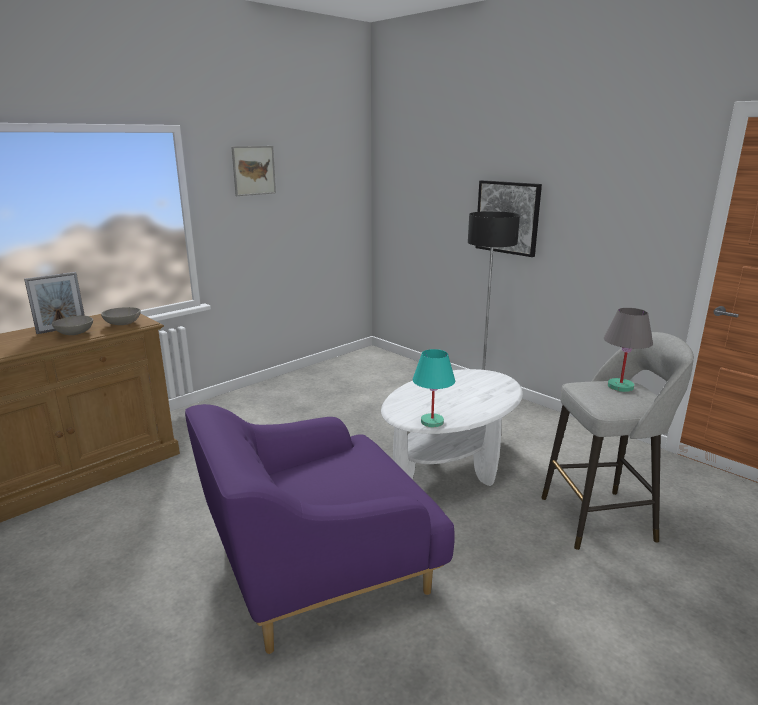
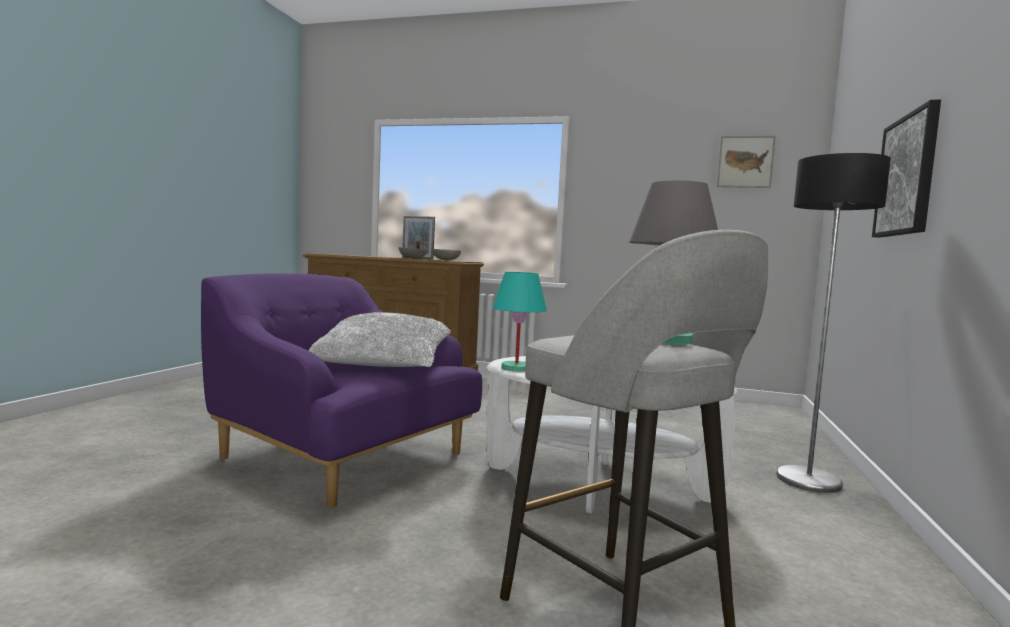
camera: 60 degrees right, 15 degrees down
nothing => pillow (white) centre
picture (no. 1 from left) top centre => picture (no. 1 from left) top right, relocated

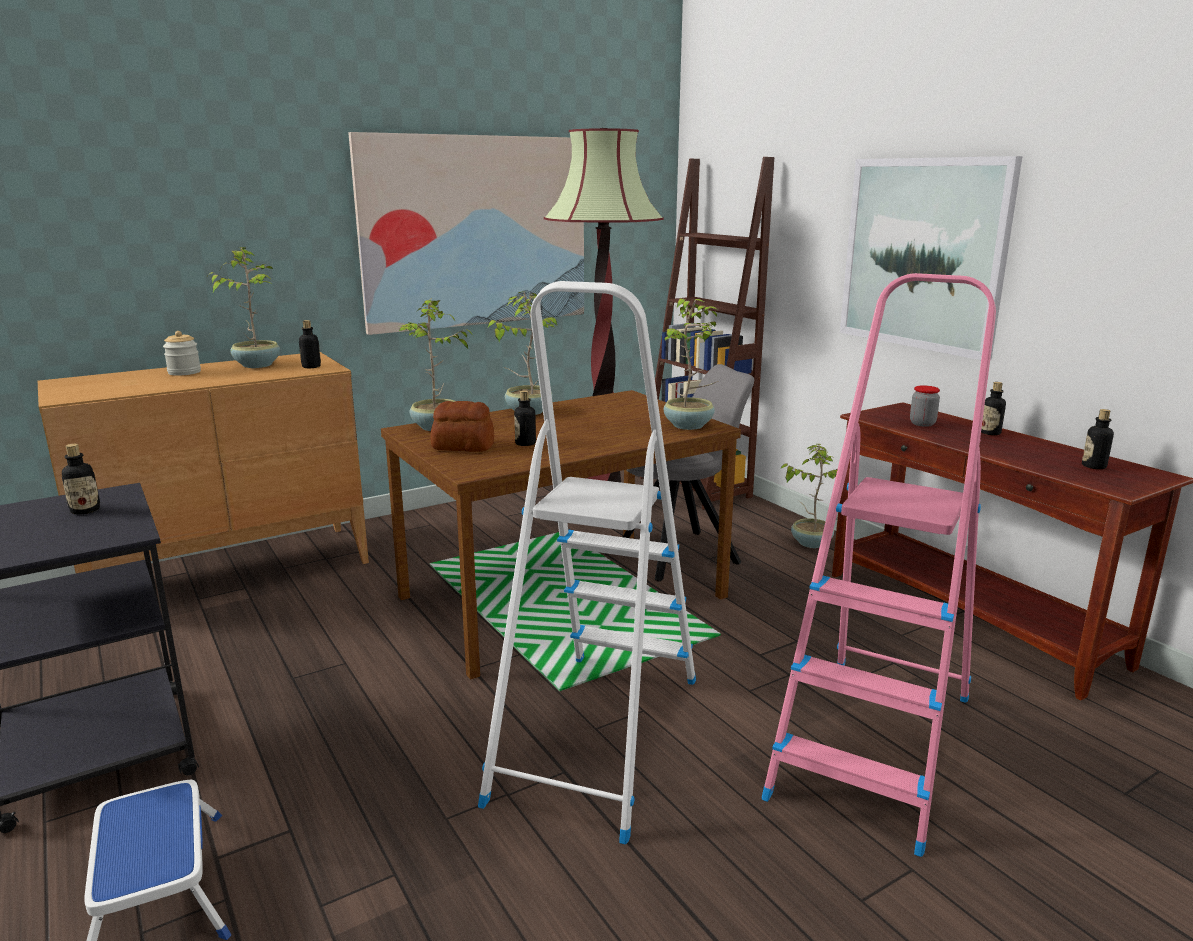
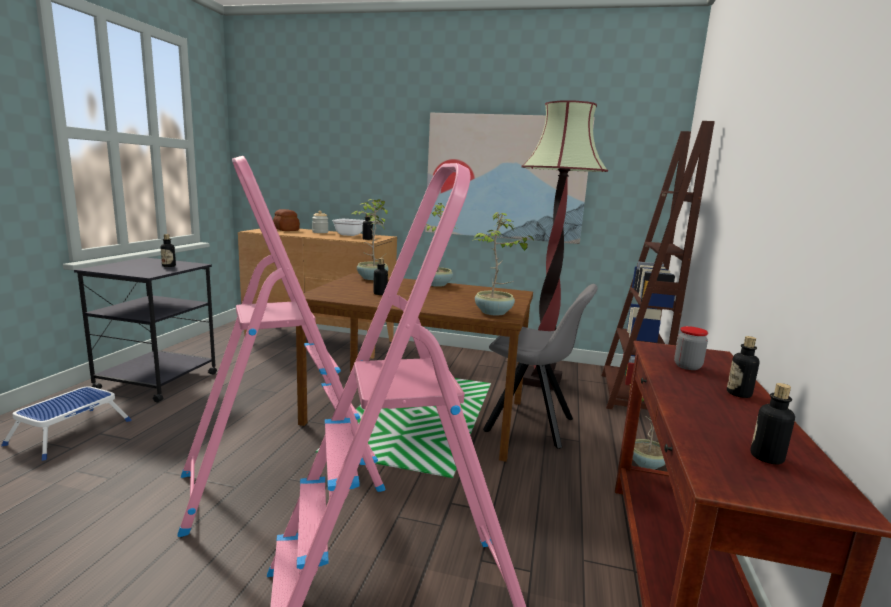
camera: 45 degrees right, 5 degrees down
step ladder (white) centre => step ladder (pink) (no. 1 from left) middle left
bread centre => bread middle left, relocated
potted plant (no. 1 from left) top left => frying pan centre
picture (no. 2 from left) top right => nothing

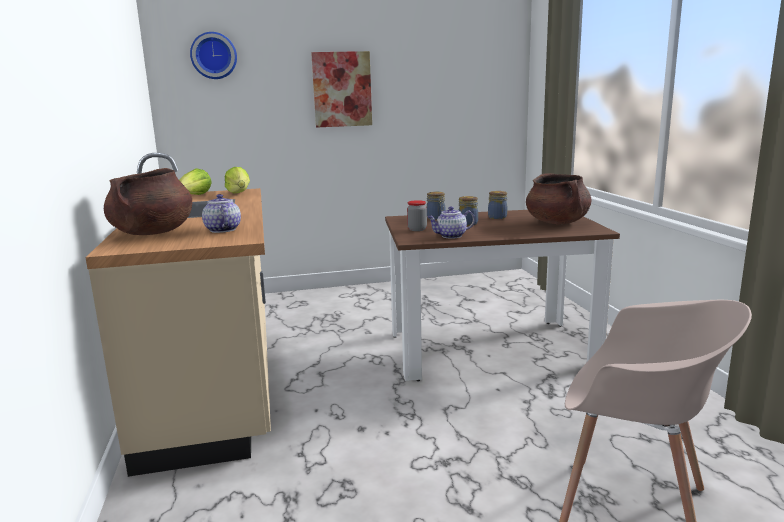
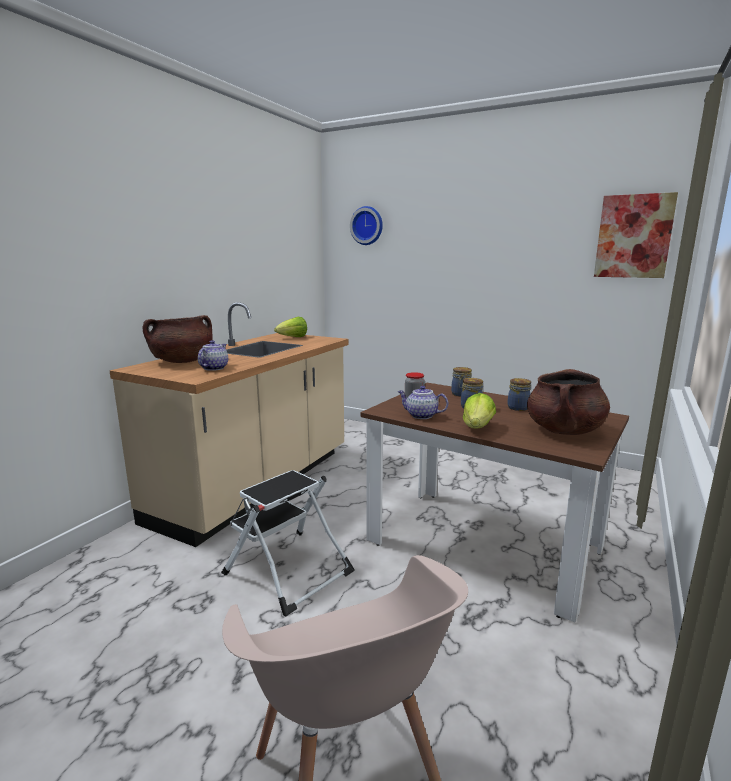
camera: 40 degrees right, 0 degrees up
nothing => step ladder bottom centre
lettuce (no. 2 from left) middle left => lettuce (no. 2 from left) centre, relocated
picture top centre => picture top right, relocated

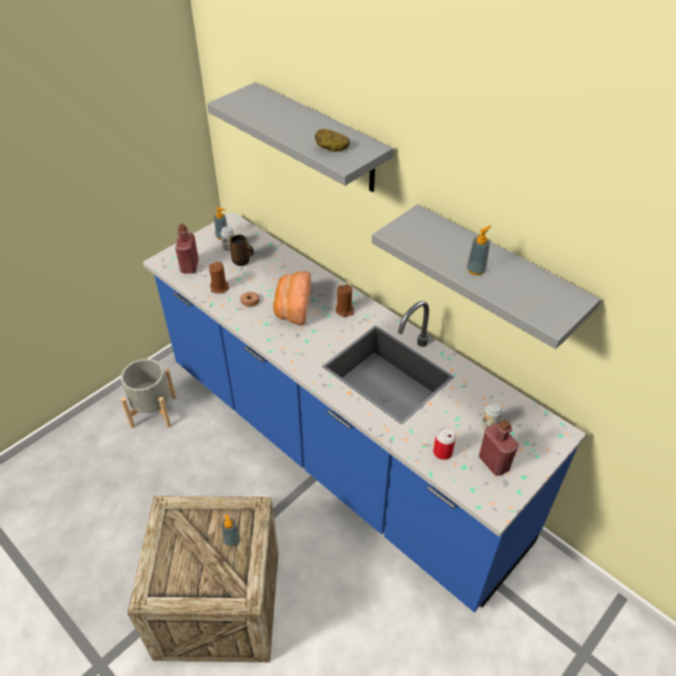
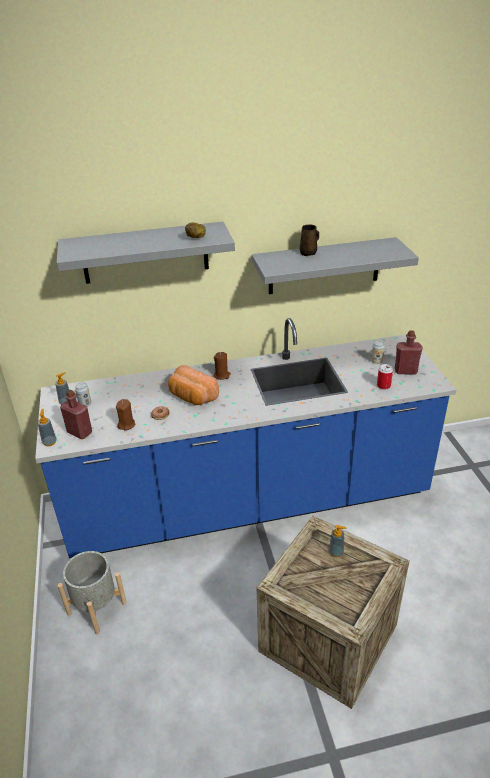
camera: 55 degrees left, 10 degrees down
soap dispenser (no. 3 from left in the first image) middle right => soap dispenser (no. 1 from left) middle left, relocated
mug (brown) centre => mug (brown) top centre, relocated

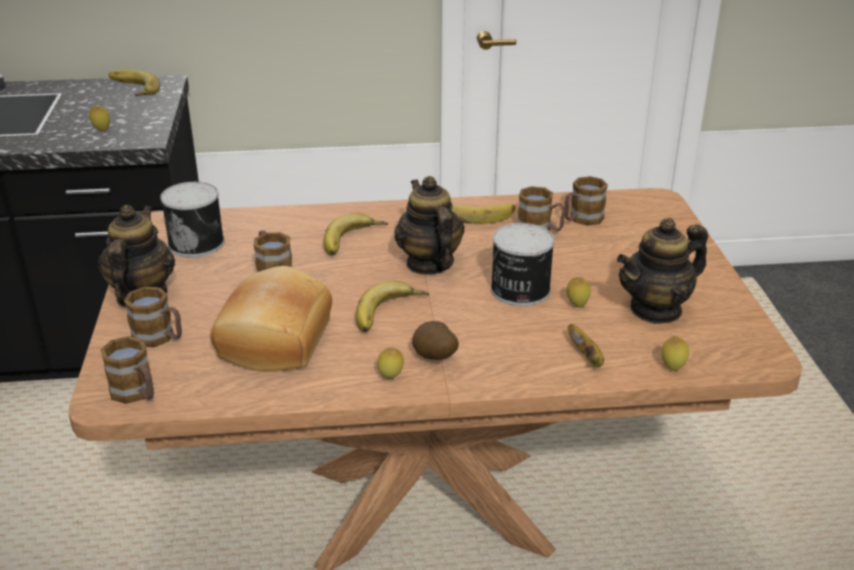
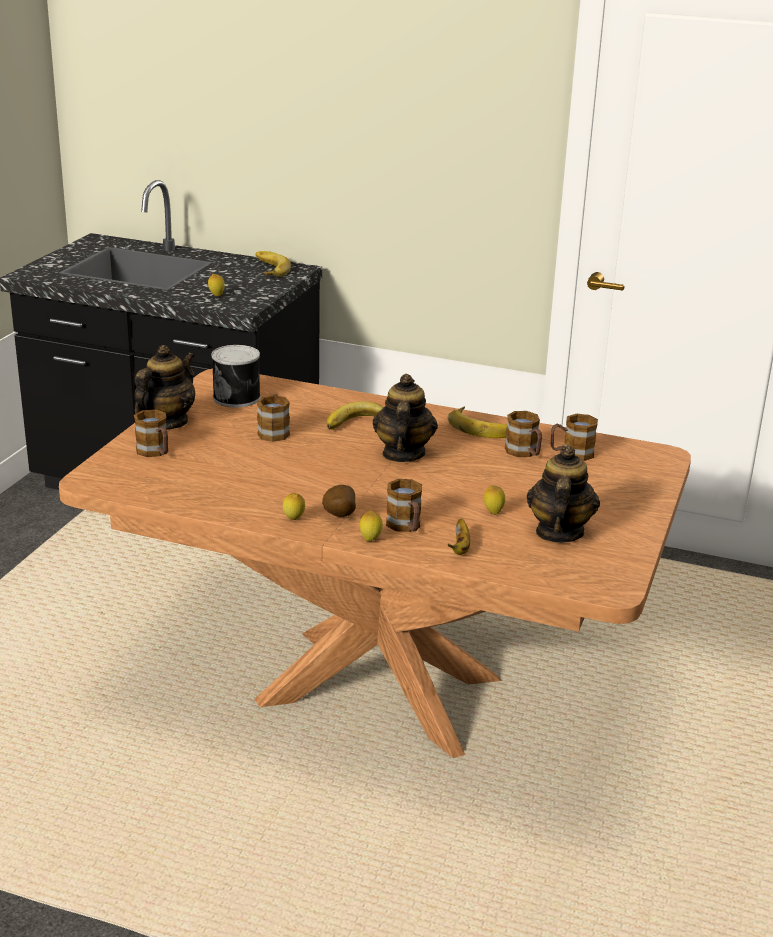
camera: 25 degrees right, 5 degrees down
lemon (no. 4 from left in the first image) middle right => lemon (no. 3 from left) centre, relocated
mug (no. 1 from left in the first image) middle left => mug (no. 3 from left) centre, relocated
teapot (no. 3 from left) middle right, 105 degrees clockwise
bread middle left => nothing
banana (no. 3 from left) centre => nothing
can (no. 2 from left) centre => nothing

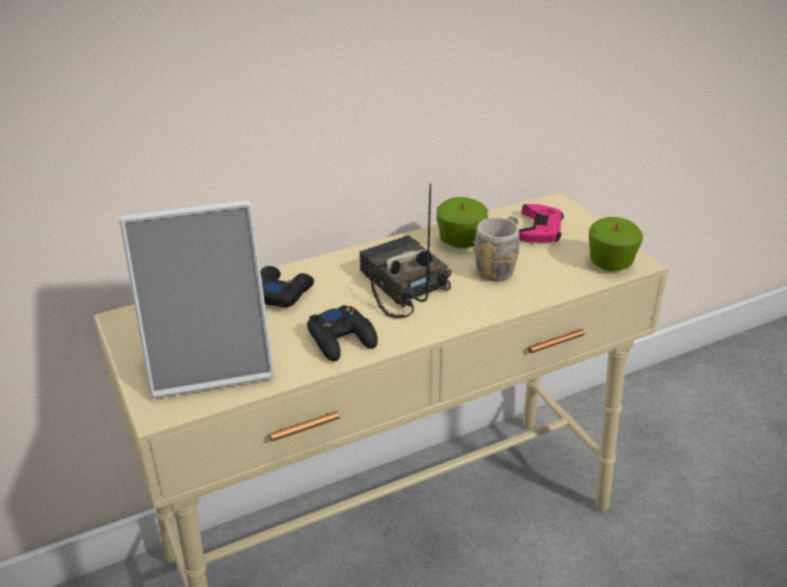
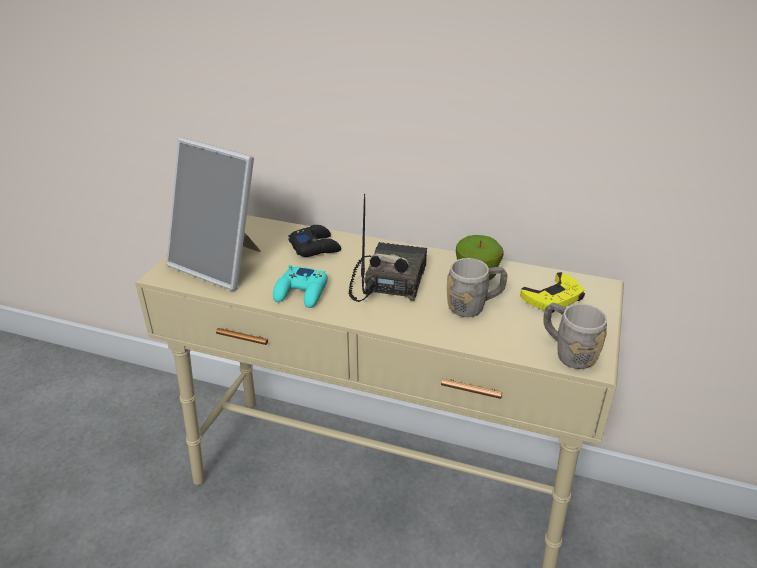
camera: 45 degrees right, 0 degrees up
game controller (black) (no. 2 from left) centre => game controller (turquoise) centre
game controller (pink) middle right => game controller (yellow) middle right
apple (no. 2 from left) middle right => mug (grey) (no. 2 from left) middle right

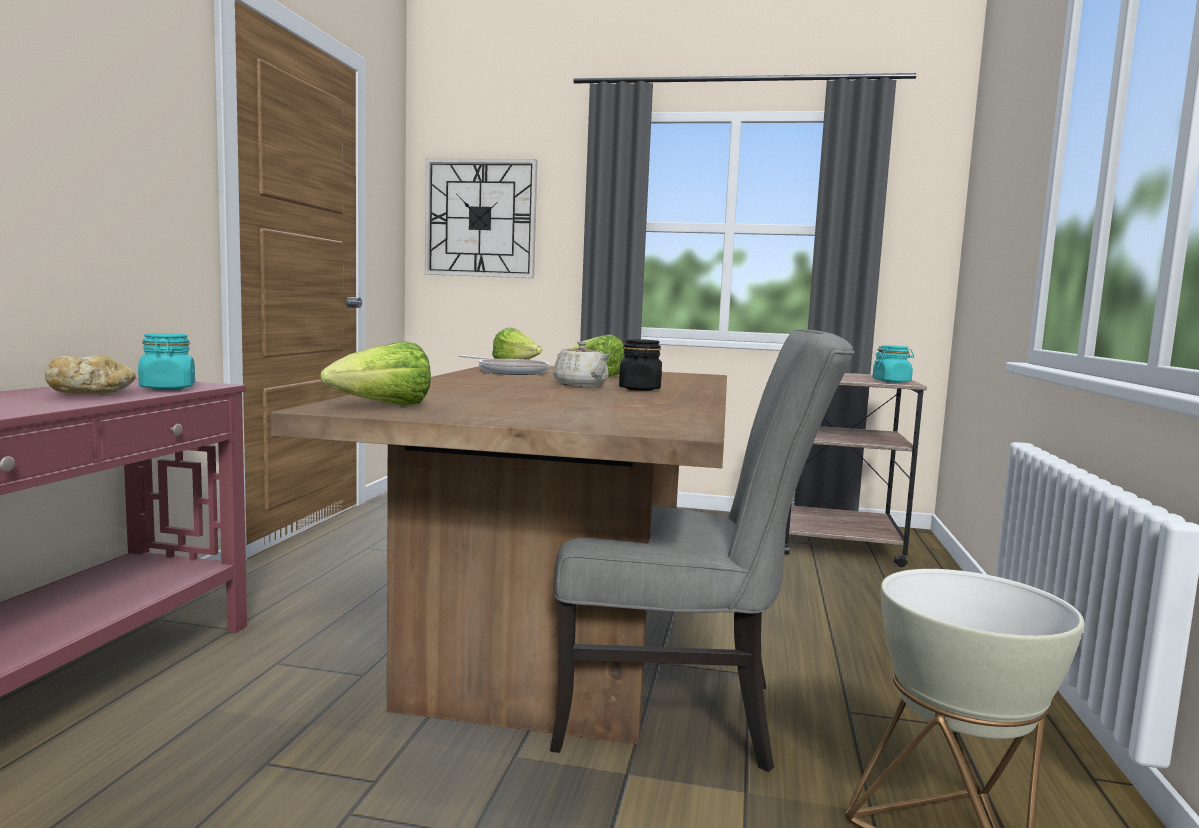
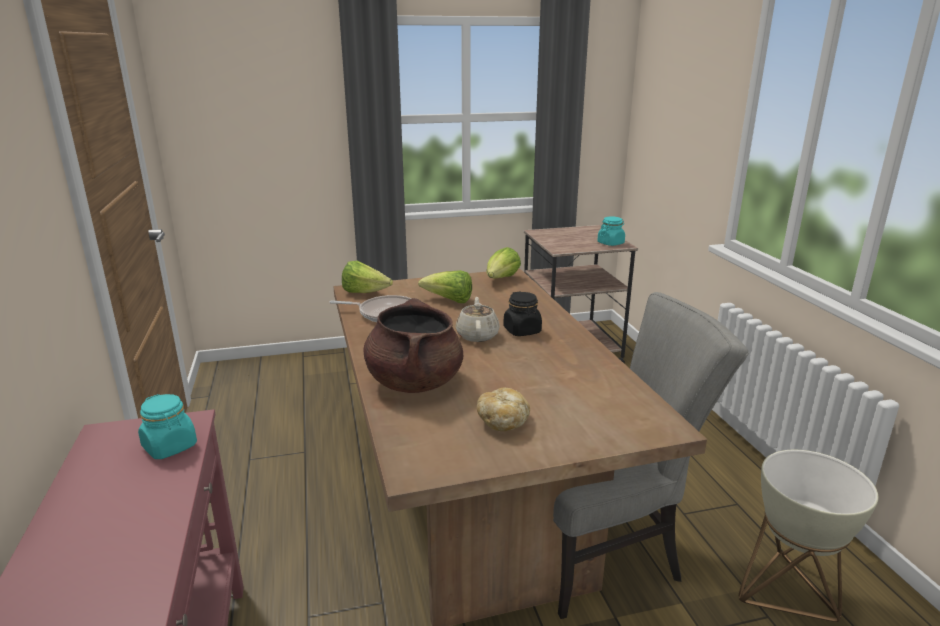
camera: 25 degrees left, 15 degrees up
nothing => cooking pot (brown) centre
teapot (beige) centre, 120 degrees counterclockwise
bread middle left => bread centre, relocated
lettuce (no. 1 from left in the first image) middle left => lettuce (no. 3 from left) centre, relocated
wall clock top centre => nothing

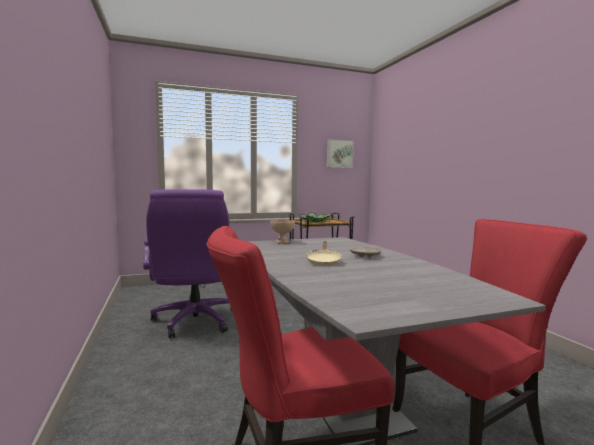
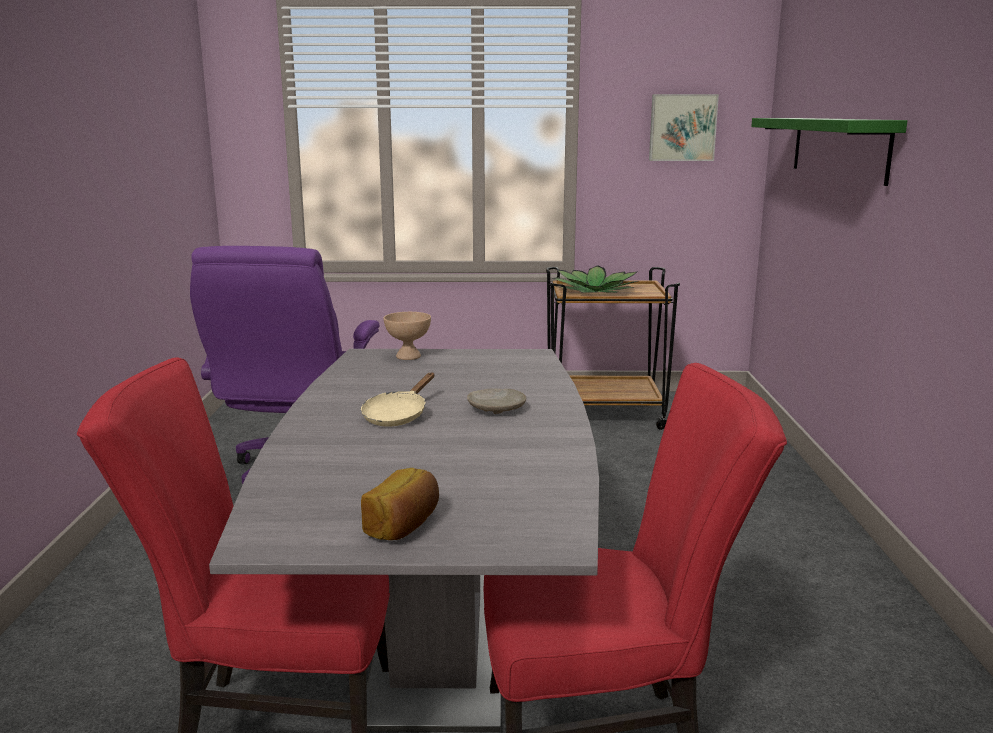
camera: 20 degrees right, 10 degrees up
nothing => bread bottom centre
nothing => shelf (green) top right

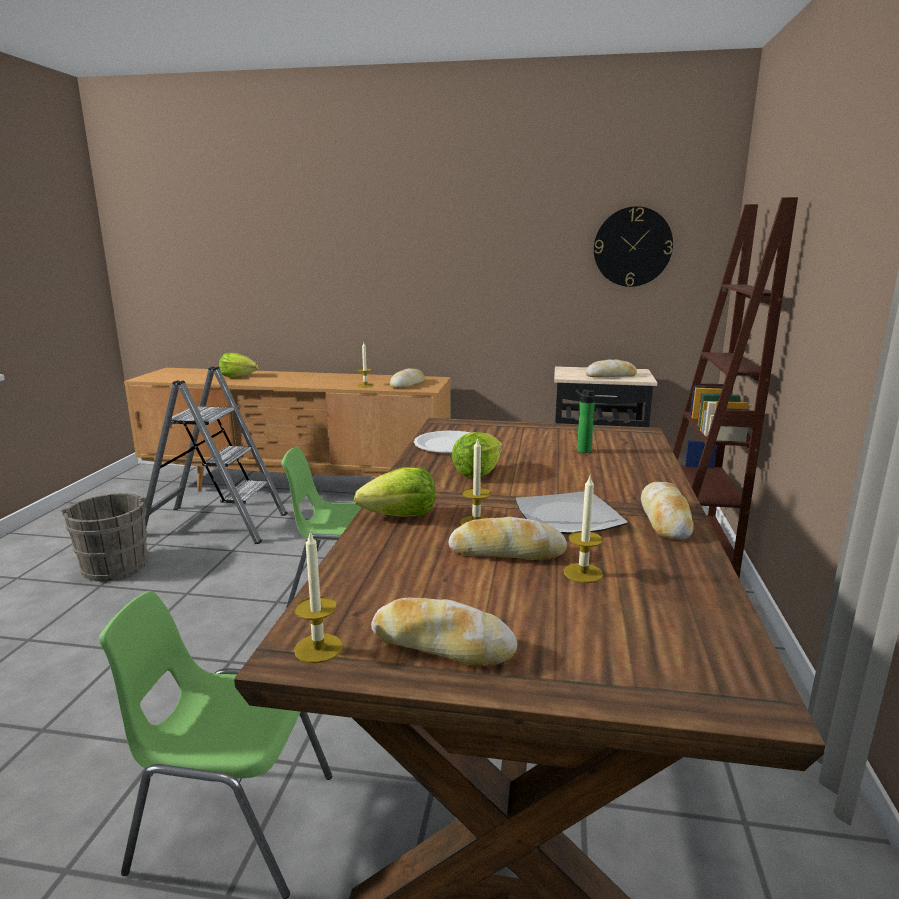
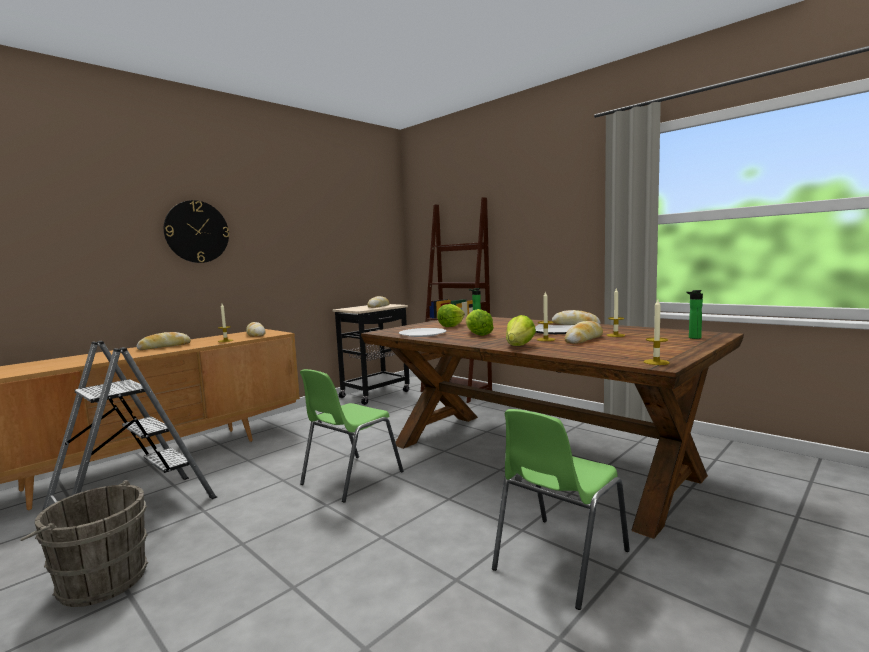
camera: 55 degrees left, 10 degrees down
bread (no. 2 from left in the first image) bottom centre => bread (no. 1 from left) middle left, relocated
wall clock top right => wall clock middle left, relocated
lettuce (no. 1 from left) middle left => lettuce (no. 1 from left) centre, relocated
nothing => bottle (no. 2 from left) middle right

